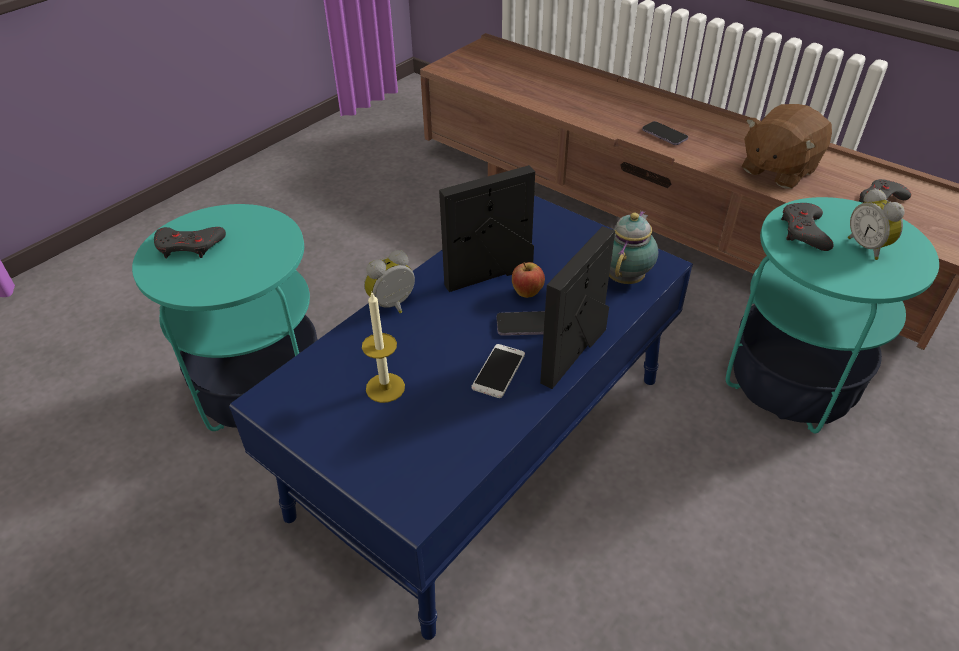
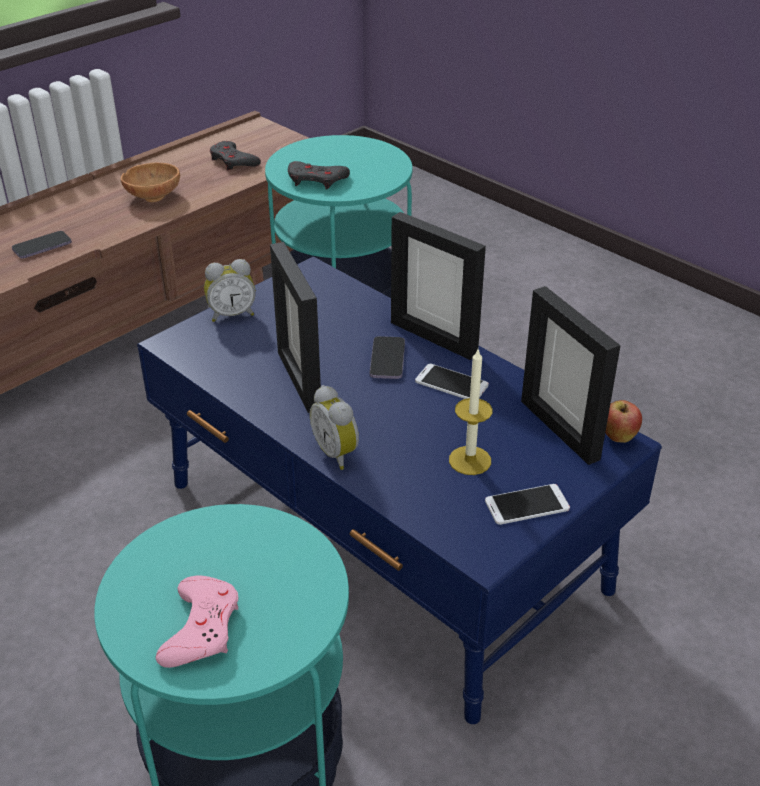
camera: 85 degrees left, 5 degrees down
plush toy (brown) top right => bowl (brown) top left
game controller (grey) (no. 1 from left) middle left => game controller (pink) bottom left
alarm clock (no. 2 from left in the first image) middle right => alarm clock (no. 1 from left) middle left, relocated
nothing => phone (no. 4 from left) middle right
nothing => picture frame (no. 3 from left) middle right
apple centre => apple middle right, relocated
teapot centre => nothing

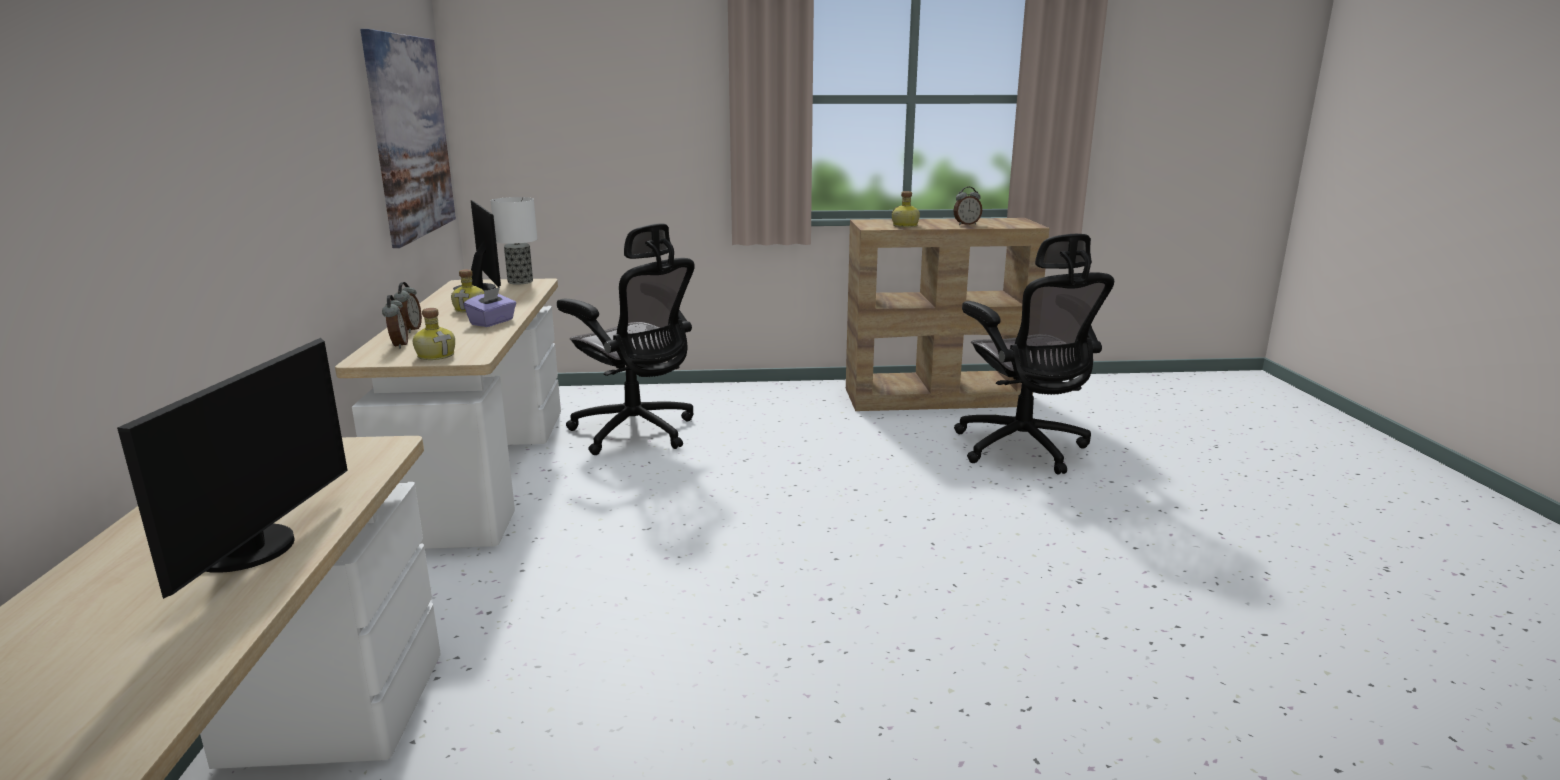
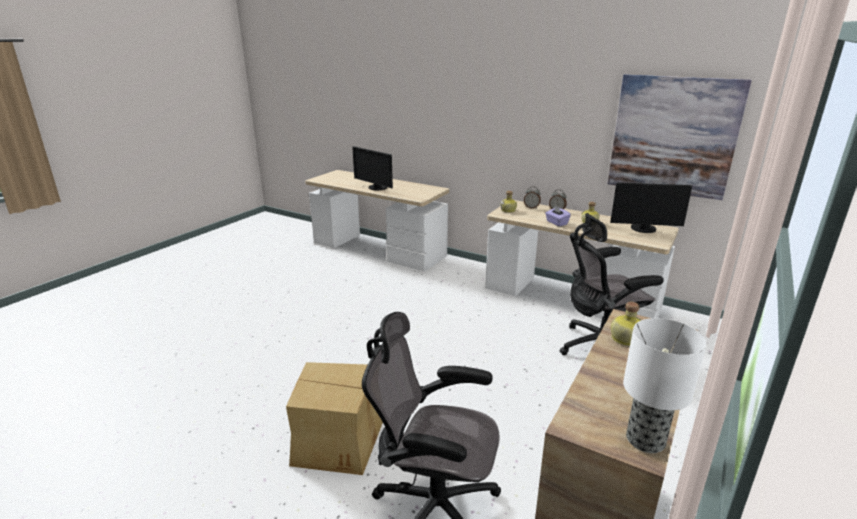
camera: 125 degrees right, 5 degrees up
nothing => cardboard box bottom centre
table lamp top left => table lamp bottom right, relocated
alarm clock (no. 3 from left) top centre => nothing

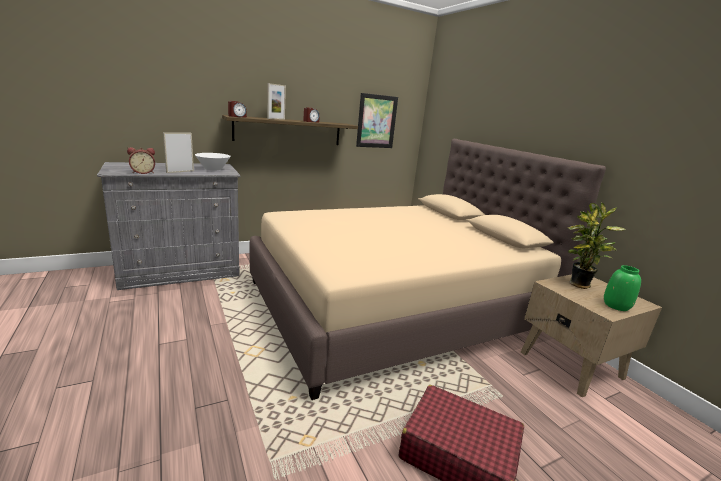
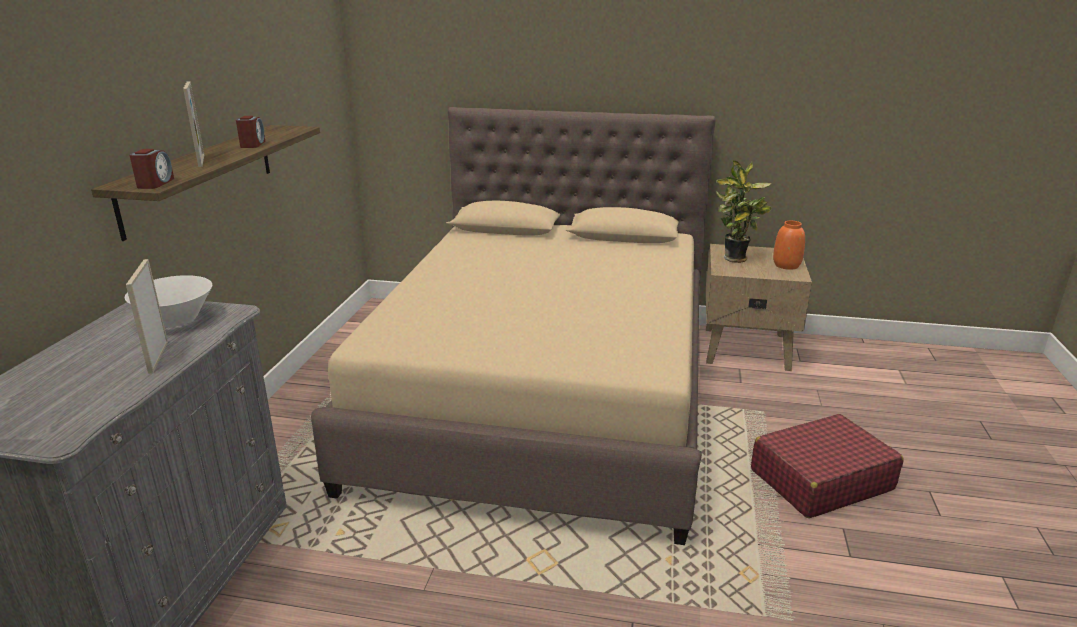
camera: 50 degrees left, 5 degrees up
vase (green) middle right => vase (orange) middle right
alarm clock (no. 1 from left) top left => nothing
picture top centre => nothing

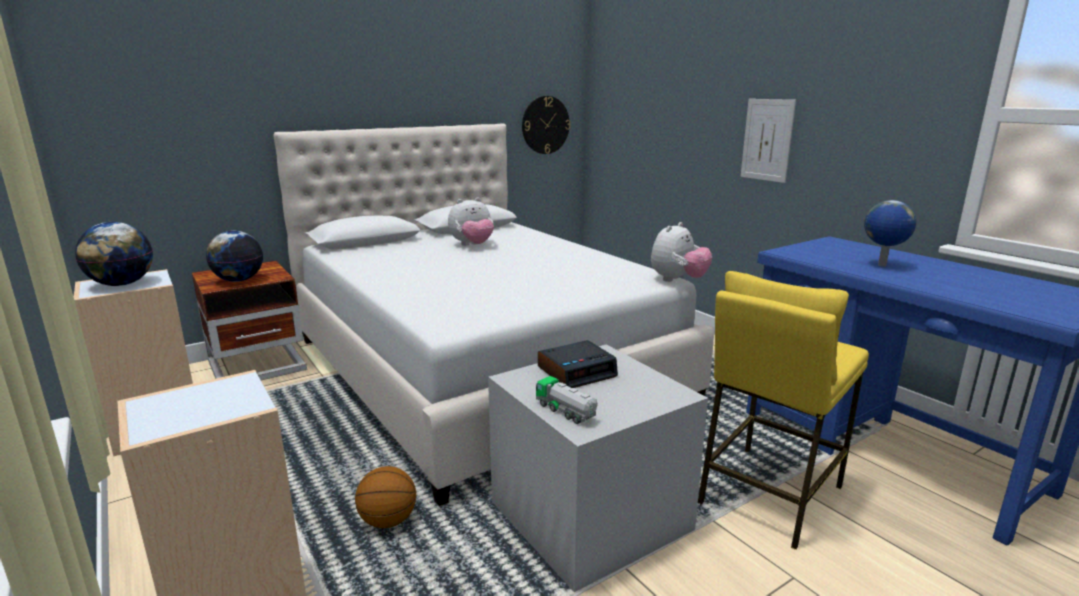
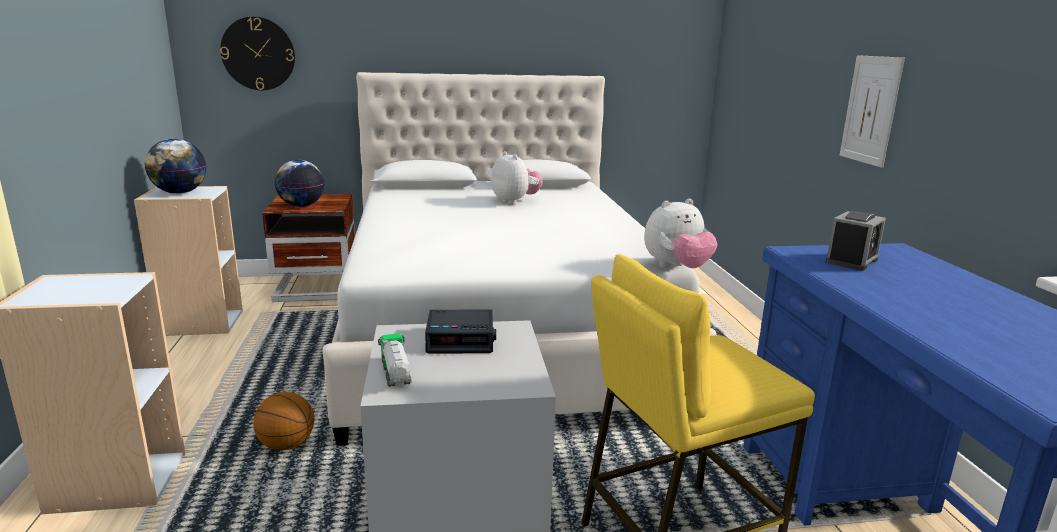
camera: 25 degrees right, 0 degrees up
wall clock top centre => wall clock top left, relocated
plush toy (no. 1 from left) centre, 120 degrees counterclockwise
nothing => alarm clock (no. 2 from left) middle right
globe (no. 3 from left) middle right => nothing

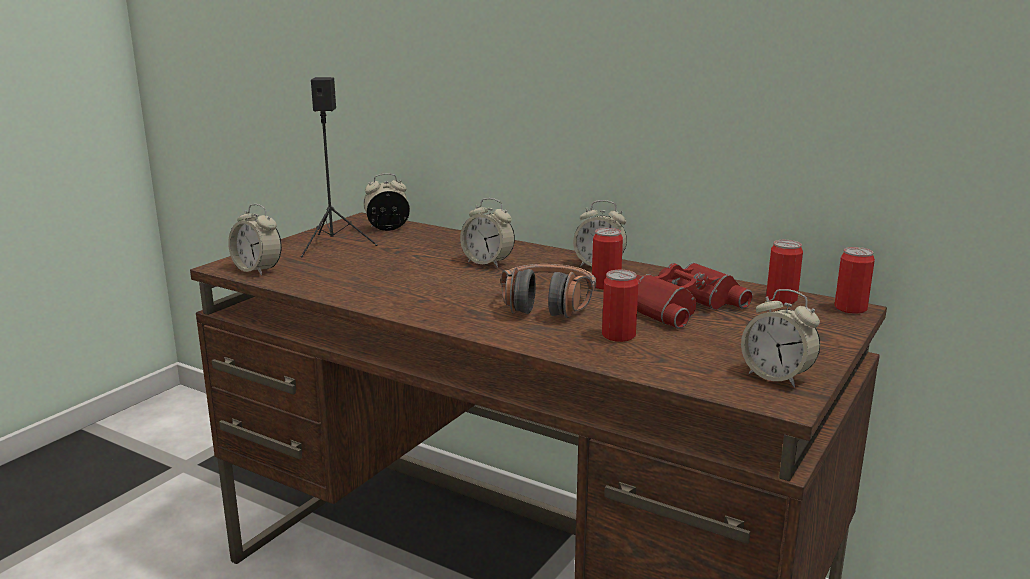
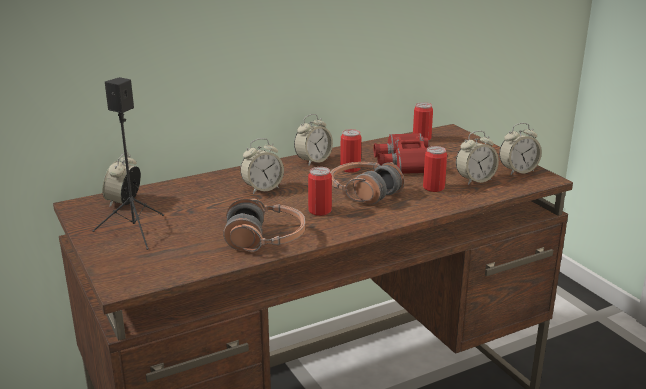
camera: 60 degrees left, 5 degrees up
nothing => headphones (no. 1 from left) centre
can (no. 4 from left in the first image) middle right => can (no. 1 from left) centre, relocated
alarm clock (no. 1 from left in the first image) middle left => alarm clock (no. 4 from left) middle right, relocated

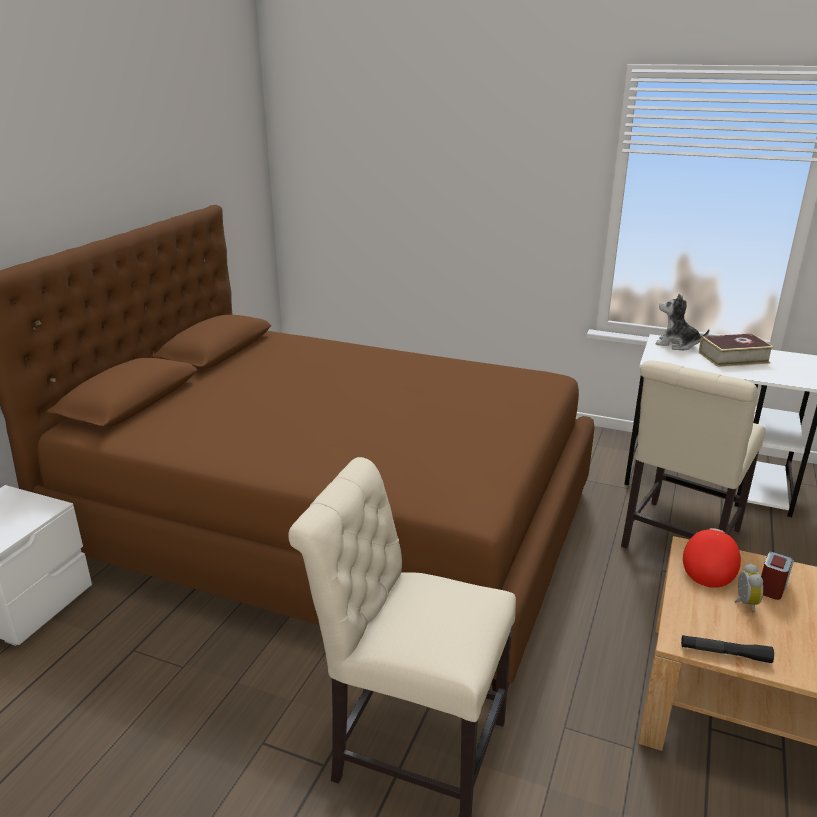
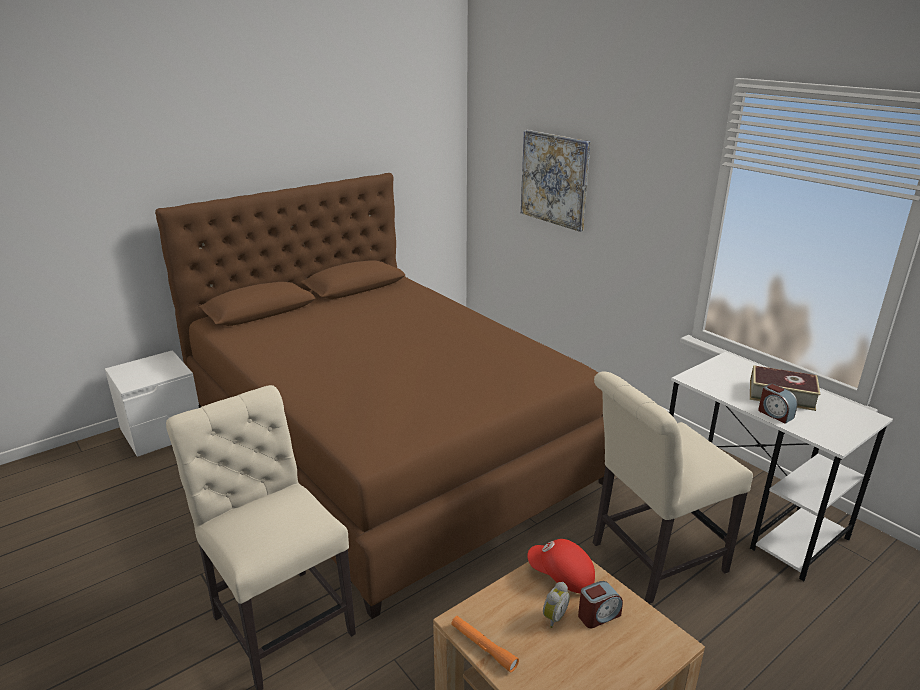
camera: 30 degrees right, 0 degrees up
flashlight (black) bottom right => flashlight (orange) bottom centre
nothing => picture top centre
cap (red) bottom right => cap (red) bottom centre, 120 degrees counterclockwise
nothing => alarm clock (no. 3 from left) middle right
plush toy middle right => nothing

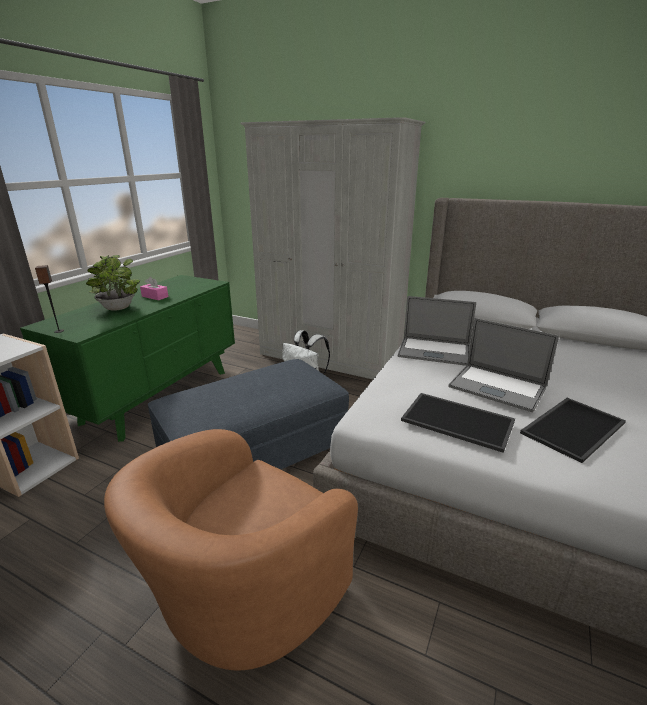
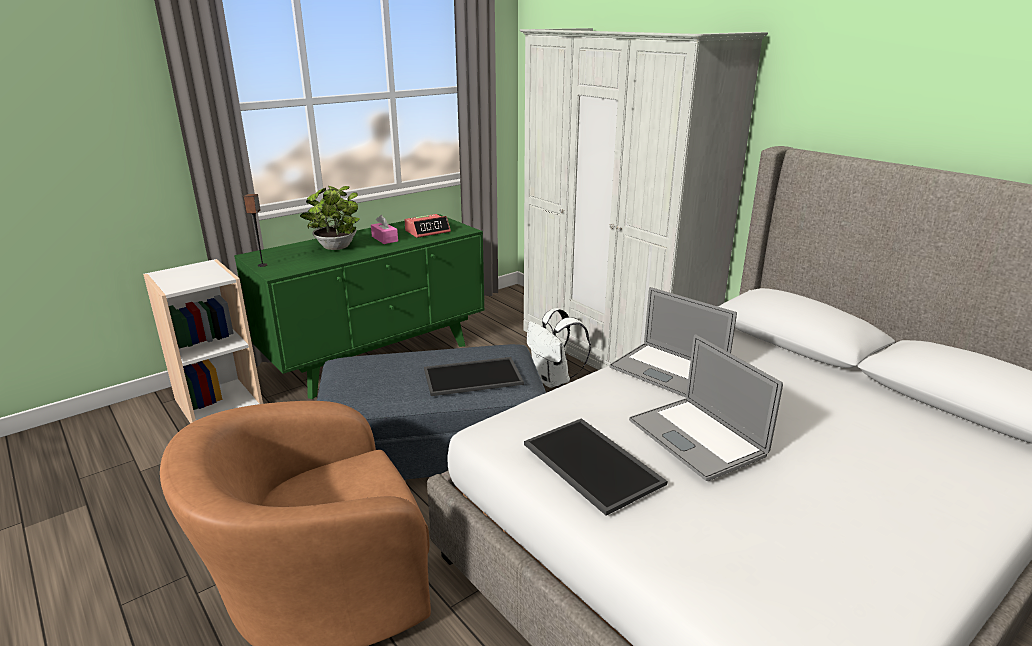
camera: 25 degrees right, 0 degrees up
nothing => alarm clock centre
tray (no. 2 from left in the first image) middle right => tray (no. 1 from left) centre, relocated

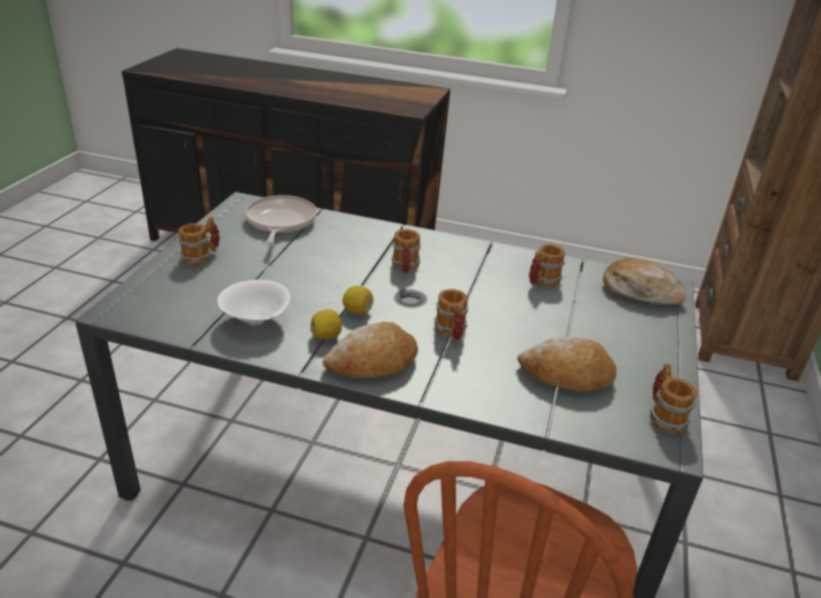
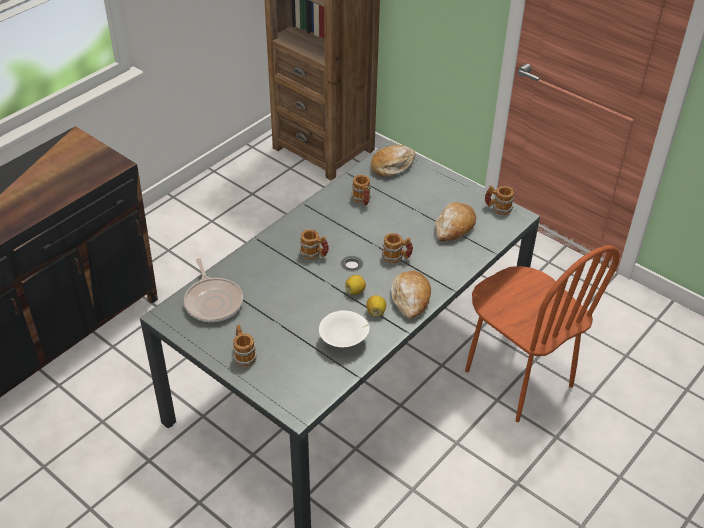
camera: 65 degrees left, 10 degrees up
frying pan centre => frying pan middle left, 135 degrees counterclockwise

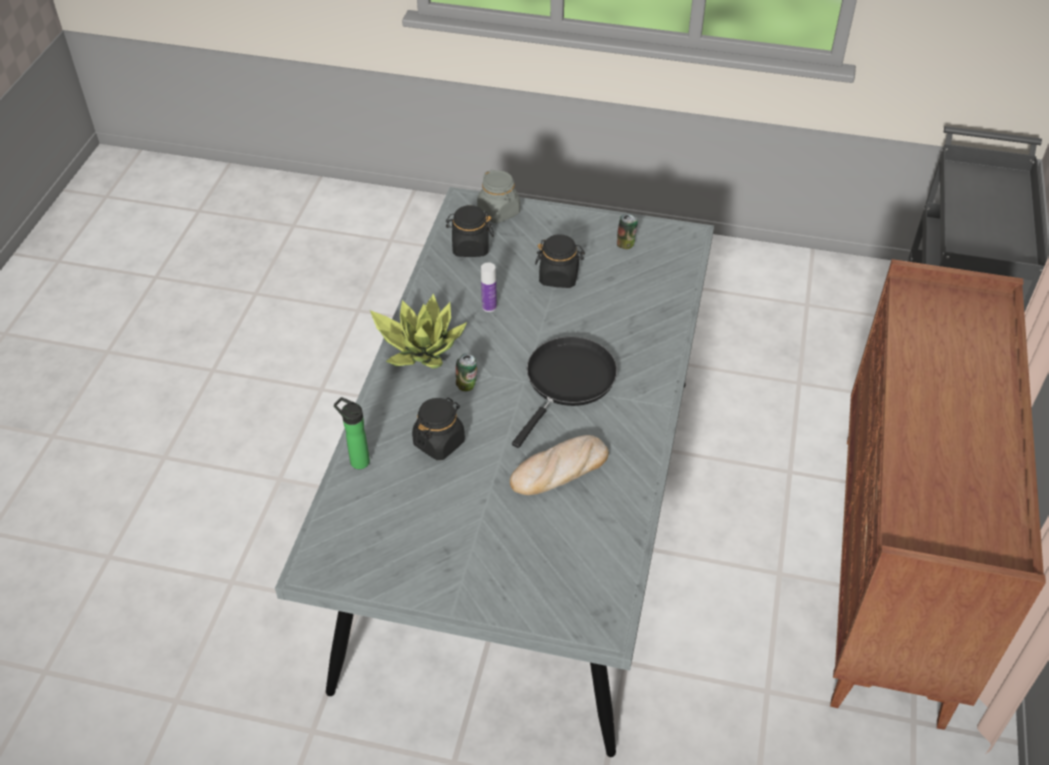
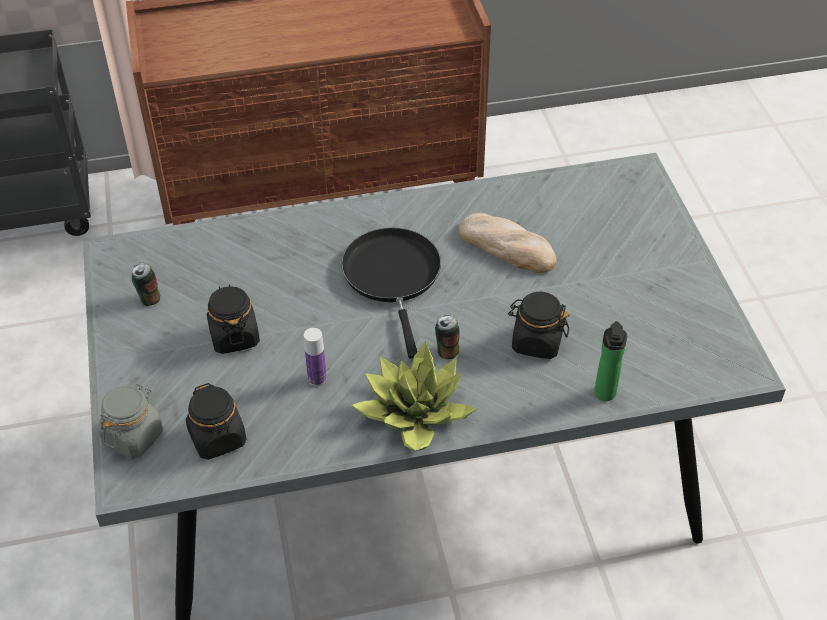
camera: 115 degrees left, 0 degrees up
frying pan (black) centre, 75 degrees clockwise

